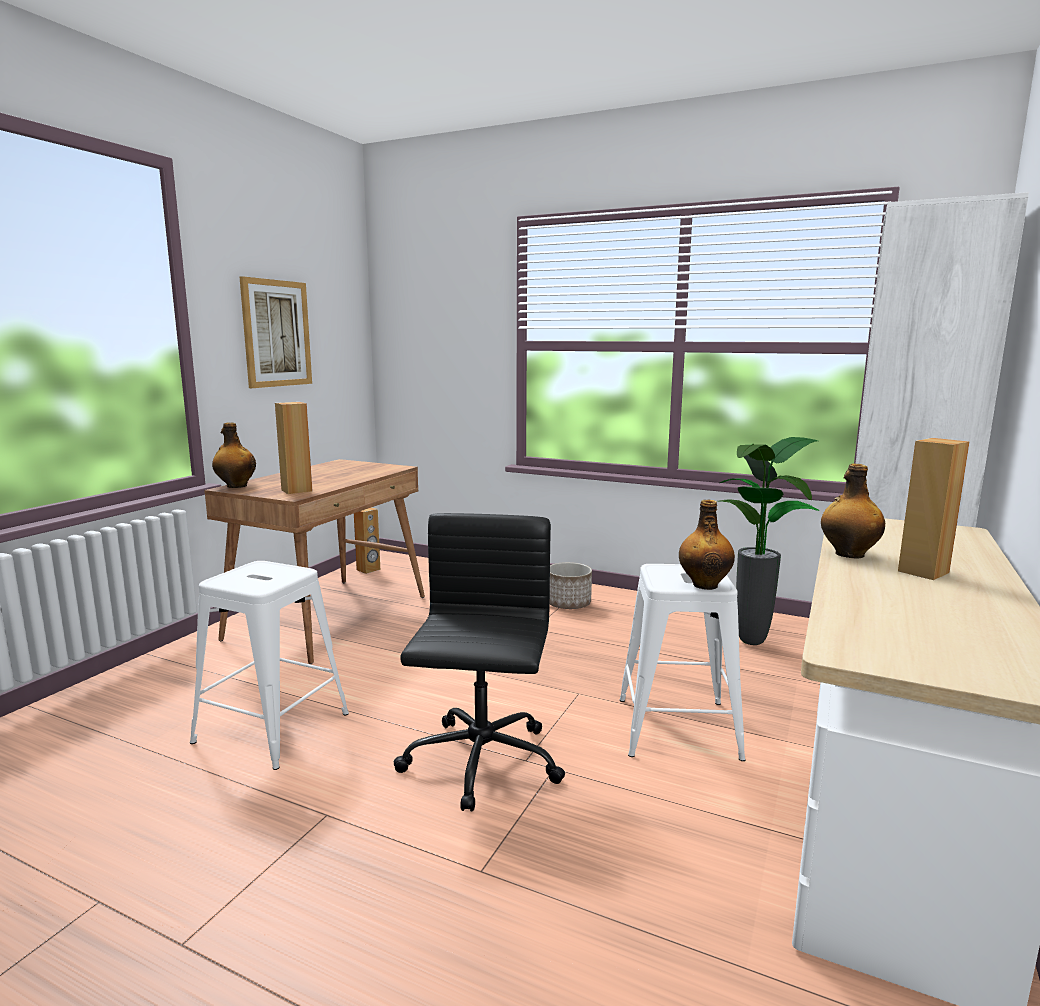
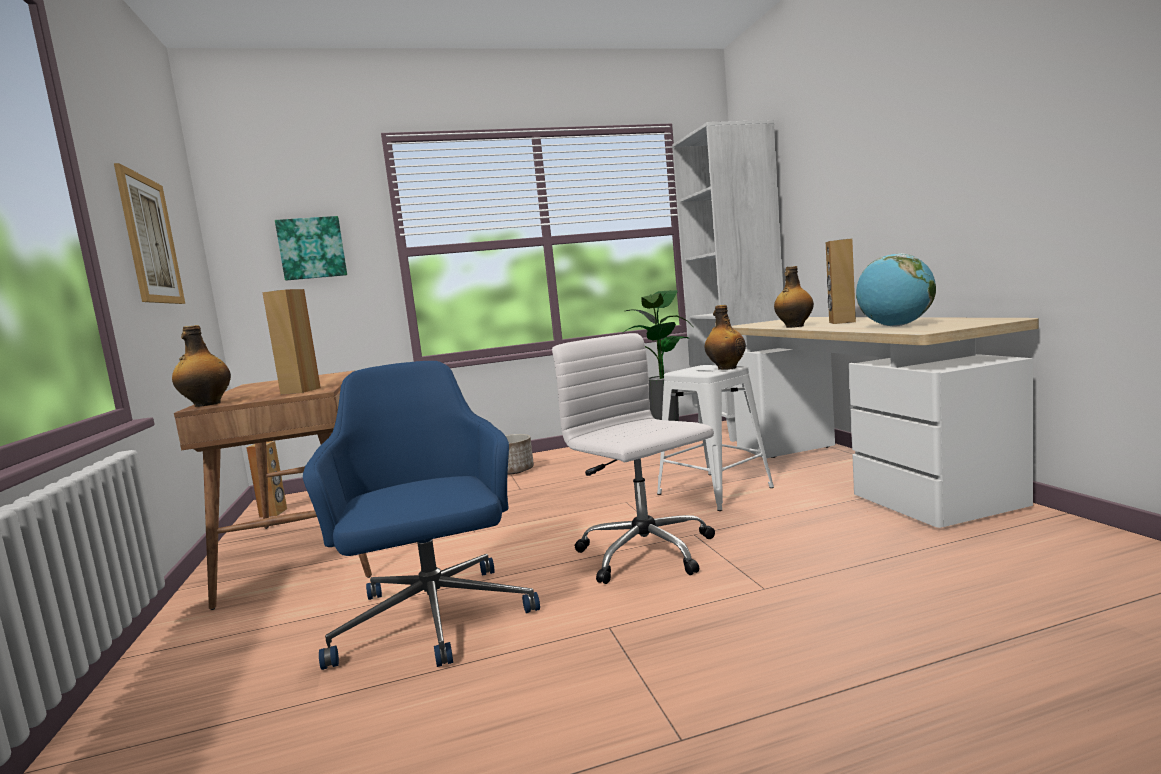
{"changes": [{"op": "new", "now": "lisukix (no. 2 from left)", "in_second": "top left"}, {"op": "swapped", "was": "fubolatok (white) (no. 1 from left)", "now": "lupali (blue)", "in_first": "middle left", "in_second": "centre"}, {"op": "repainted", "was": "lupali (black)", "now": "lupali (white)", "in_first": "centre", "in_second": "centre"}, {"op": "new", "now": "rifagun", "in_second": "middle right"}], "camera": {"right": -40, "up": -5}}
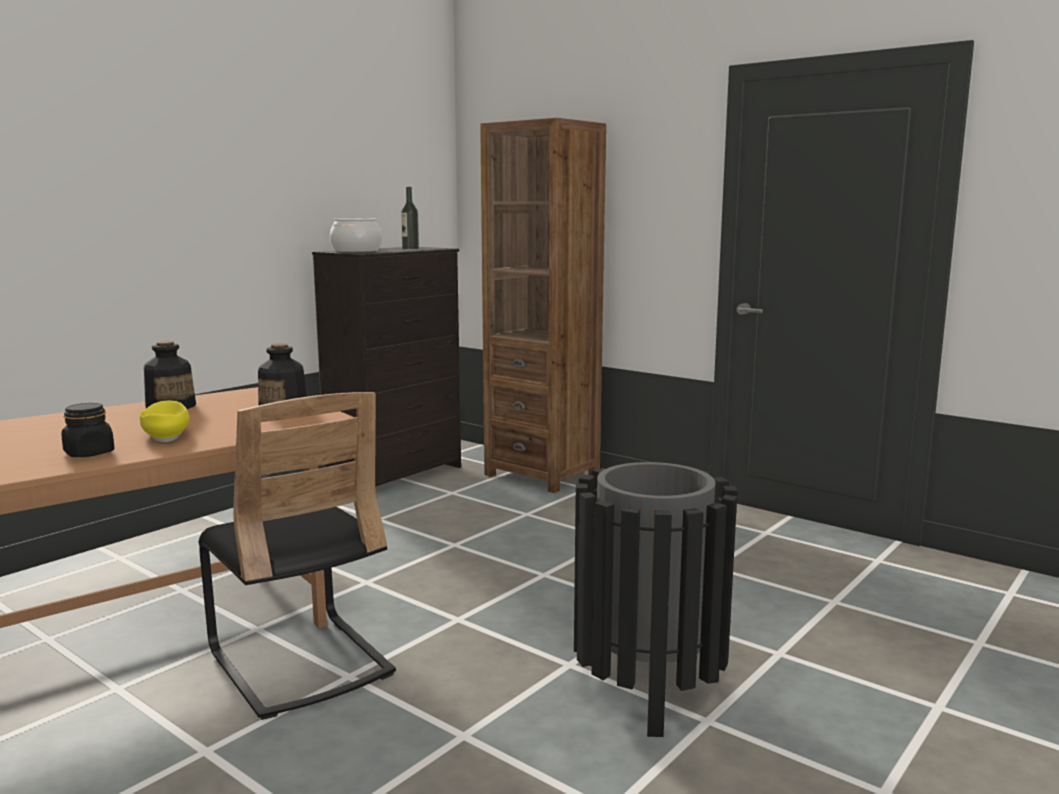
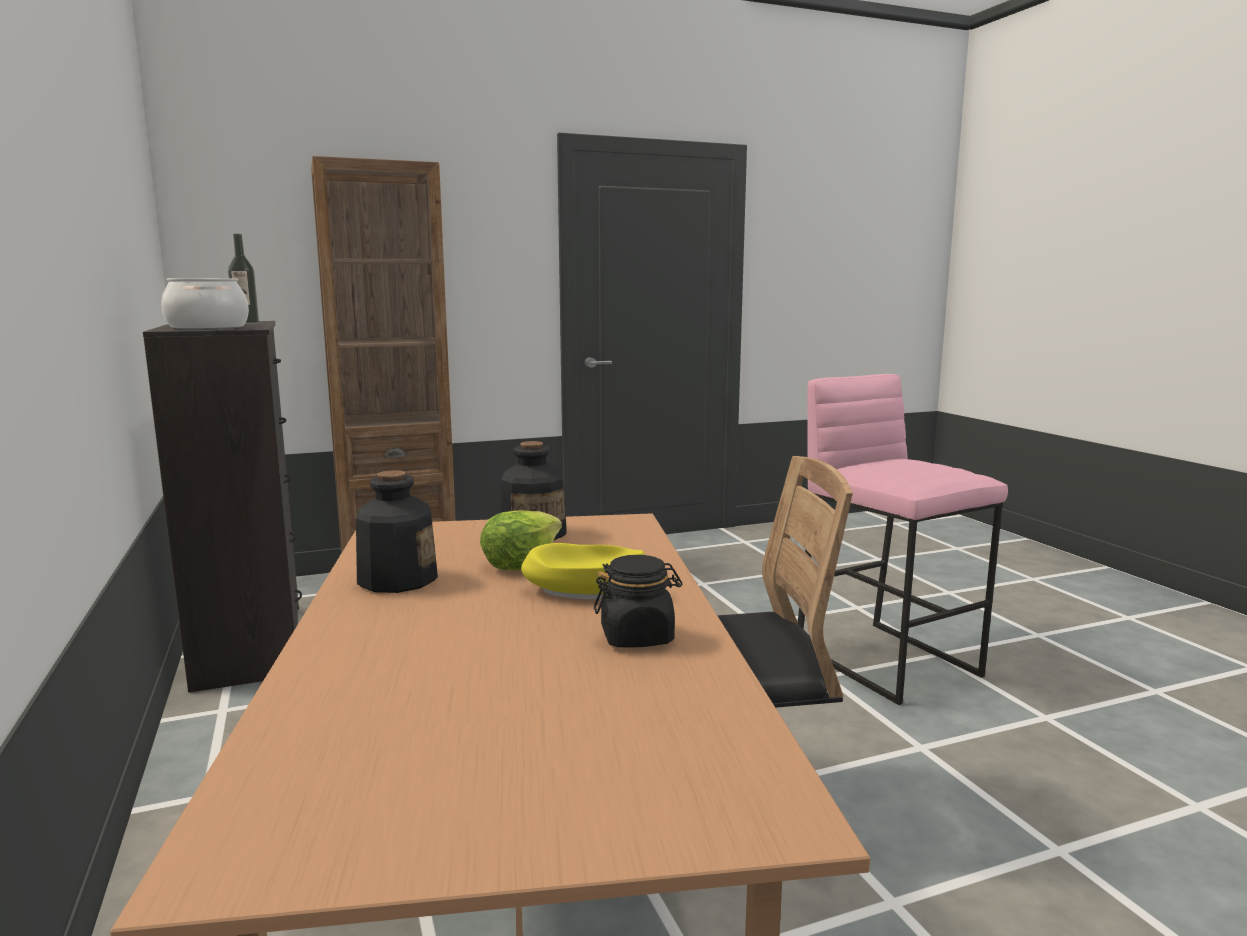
{"changes": [{"op": "new", "now": "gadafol", "in_second": "centre"}, {"op": "swapped", "was": "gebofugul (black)", "now": "fubolatok (pink)", "in_first": "bottom centre", "in_second": "middle right"}], "camera": {"right": -60, "up": 0}}
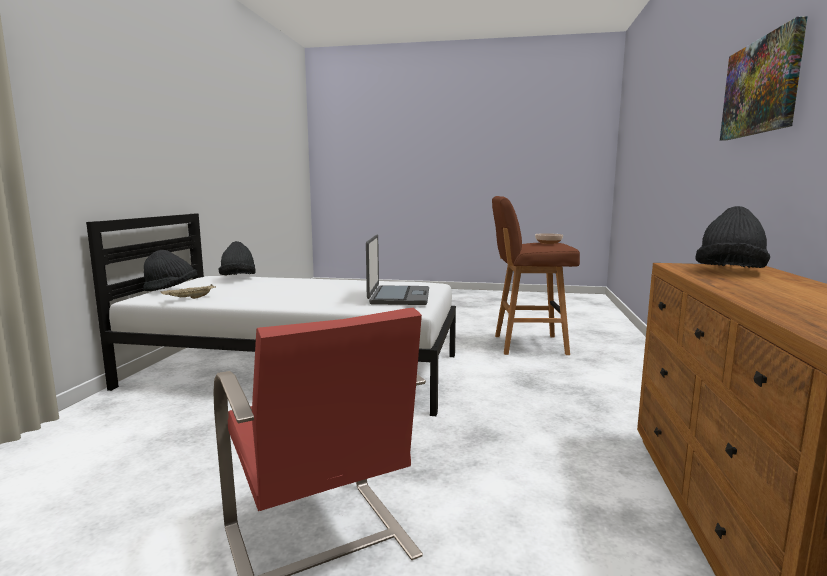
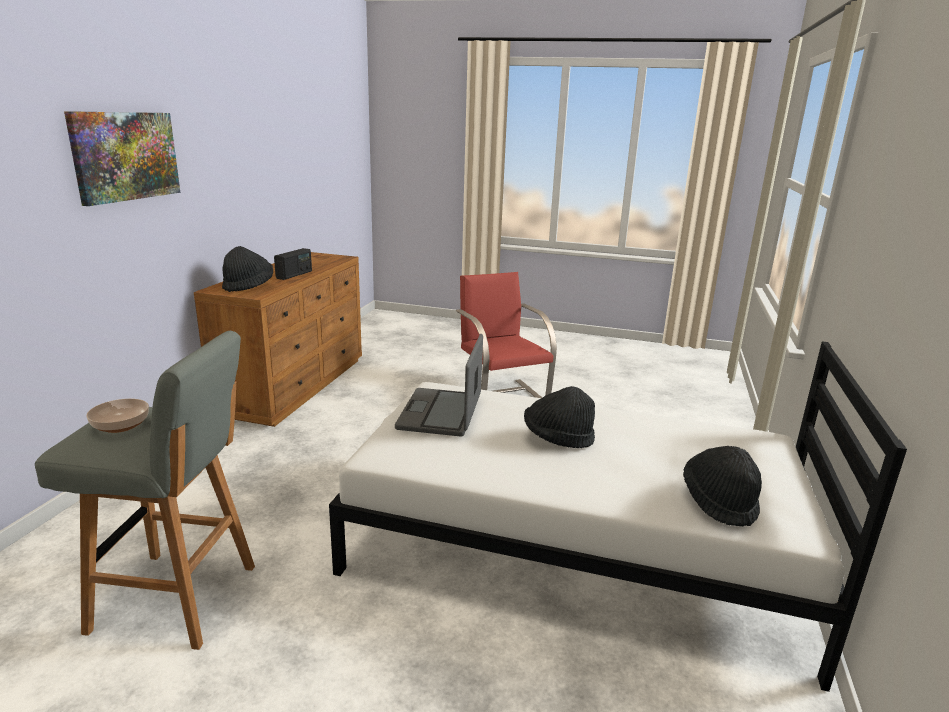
{"changes": [{"op": "repainted", "was": "fubolatok (brown)", "now": "fubolatok (grey)", "in_first": "centre", "in_second": "bottom left"}, {"op": "new", "now": "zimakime", "in_second": "middle left"}, {"op": "shifted", "was": "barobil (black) (no. 1 from left in the first image)", "now": "barobil (black) (no. 2 from left)", "in_first": "middle left", "in_second": "centre"}, {"op": "gone", "was": "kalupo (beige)", "in_first": "middle left"}], "camera": {"right": -175, "up": 10}}
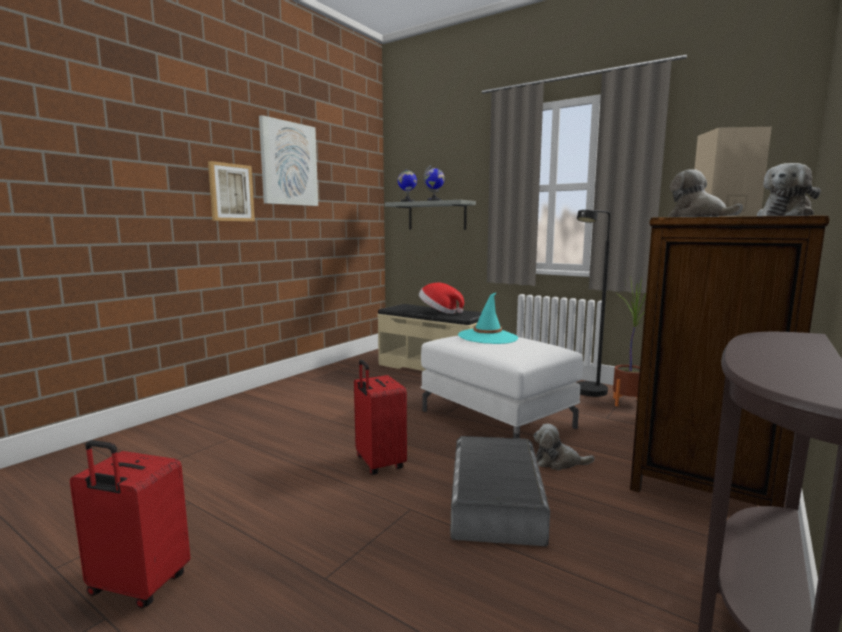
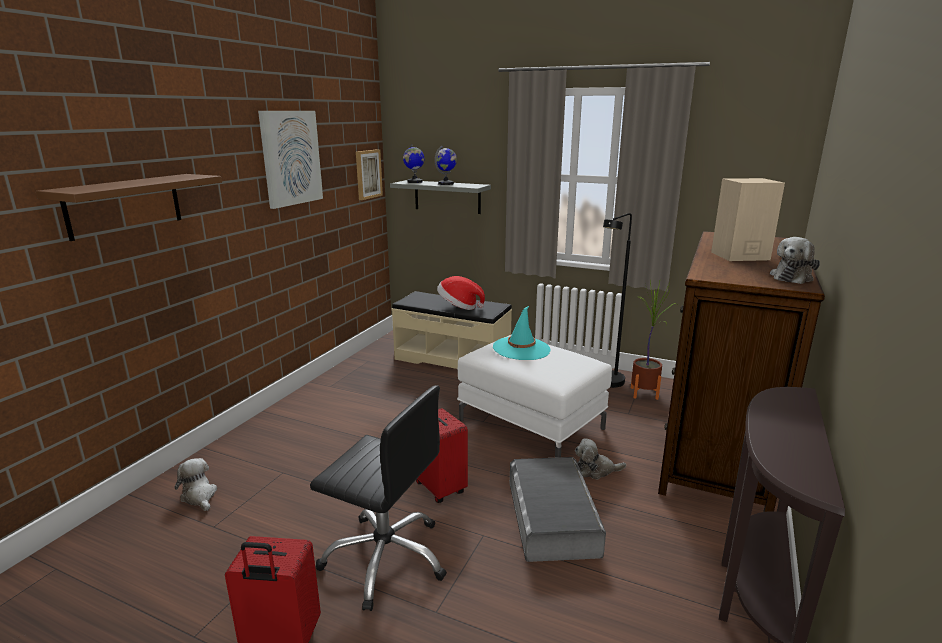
{"changes": [{"op": "new", "now": "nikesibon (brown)", "in_second": "top left"}, {"op": "shifted", "was": "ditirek (no. 2 from left in the first image)", "now": "ditirek (no. 1 from left)", "in_first": "top right", "in_second": "bottom left"}, {"op": "new", "now": "lupali (black)", "in_second": "bottom centre"}, {"op": "shifted", "was": "lisukix (no. 1 from left in the first image)", "now": "lisukix (no. 2 from left)", "in_first": "top left", "in_second": "top centre"}], "camera": {"right": -10, "up": 10}}
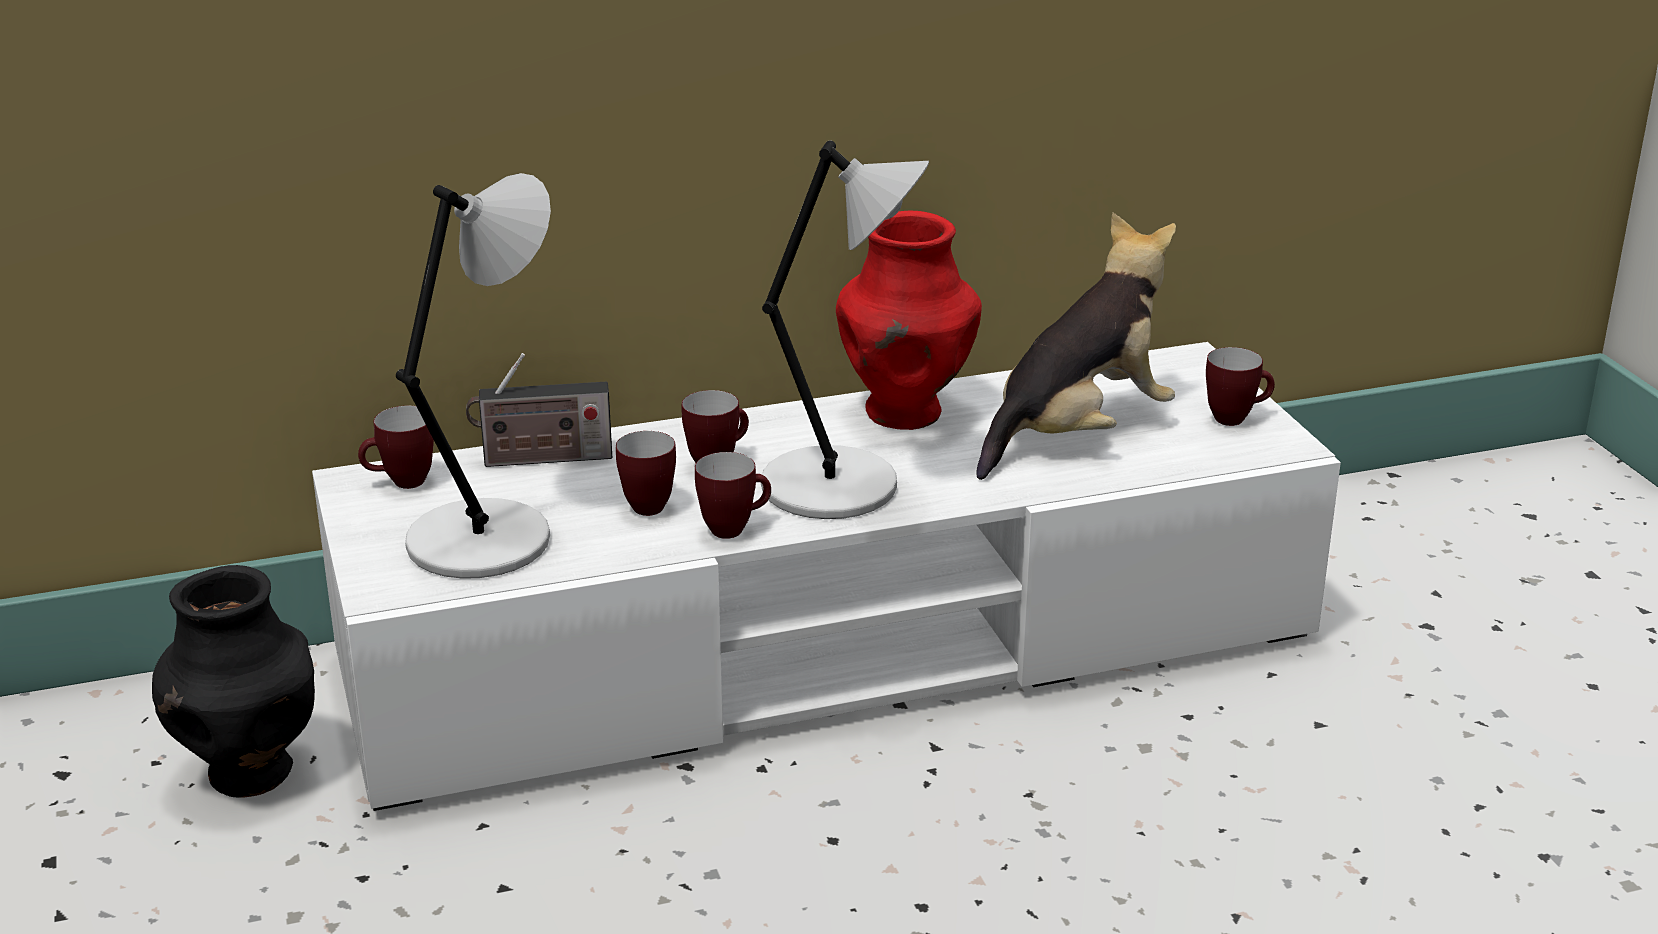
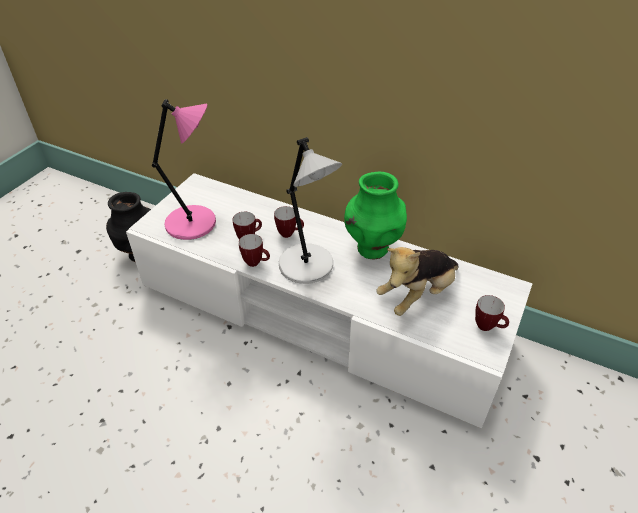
{"changes": [{"op": "repainted", "was": "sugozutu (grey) (no. 1 from left)", "now": "sugozutu (pink)", "in_first": "middle left", "in_second": "top left"}, {"op": "repainted", "was": "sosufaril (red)", "now": "sosufaril (green)", "in_first": "centre", "in_second": "centre"}, {"op": "rotated", "was": "ditirek", "in_first": "centre", "in_second": "centre", "clockwise": 135}, {"op": "gone", "was": "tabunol (no. 1 from left)", "in_first": "middle left"}, {"op": "gone", "was": "zimakime", "in_first": "middle left"}], "camera": {"right": 45, "up": 15}}
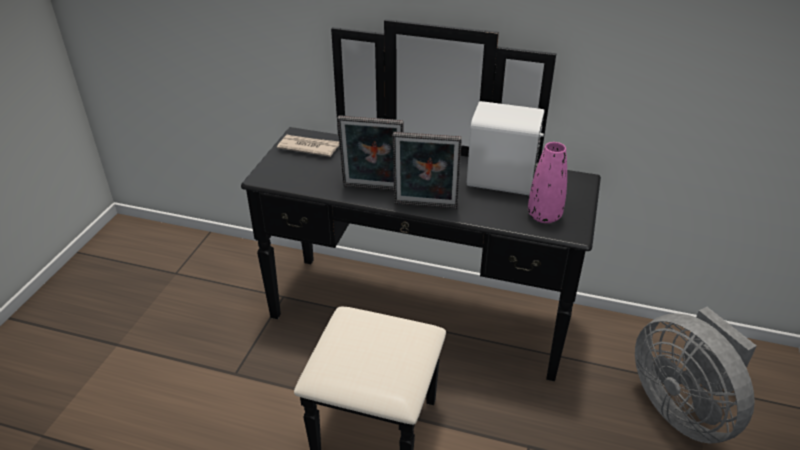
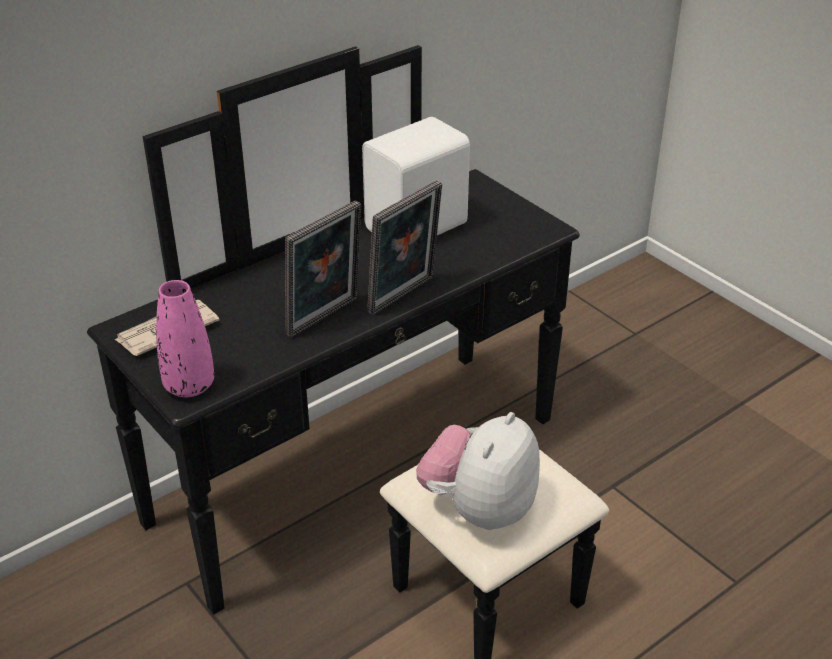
{"changes": [{"op": "shifted", "was": "sosufaril (pink)", "in_first": "middle right", "in_second": "middle left"}, {"op": "new", "now": "ditirek", "in_second": "bottom centre"}, {"op": "gone", "was": "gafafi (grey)", "in_first": "bottom right"}], "camera": {"right": -55, "up": 0}}
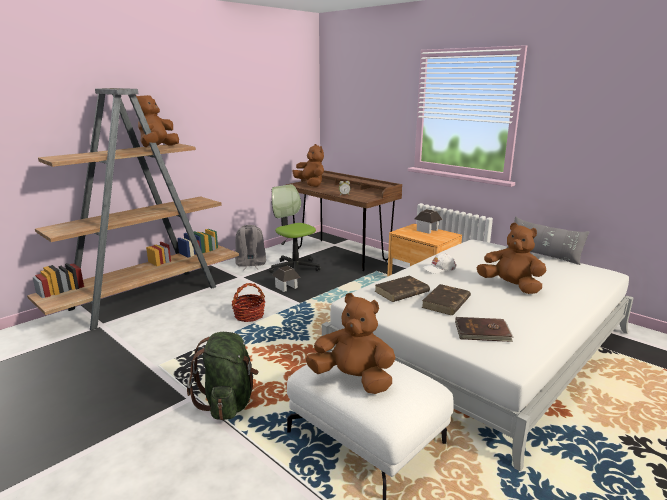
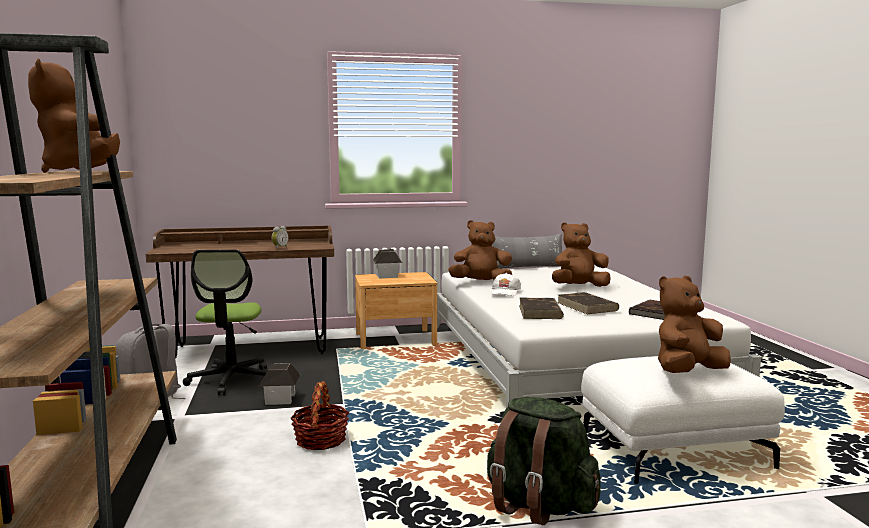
{"changes": [{"op": "rotated", "was": "lupali", "in_first": "centre", "in_second": "middle left", "clockwise": -90}, {"op": "shifted", "was": "ditirek (brown) (no. 2 from left)", "in_first": "top centre", "in_second": "centre"}], "camera": {"right": -55, "up": -10}}
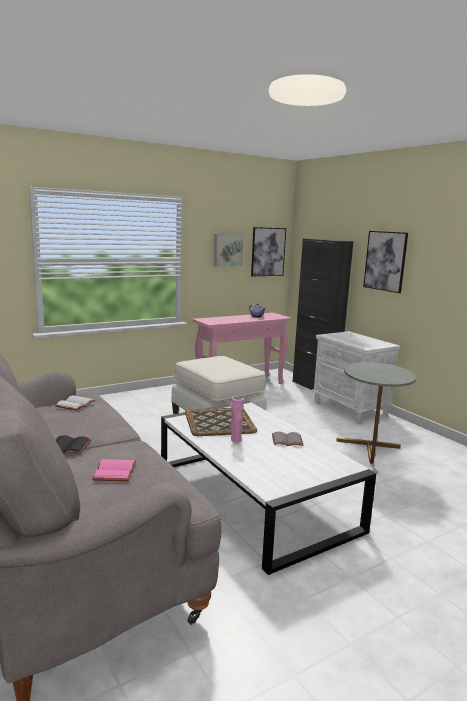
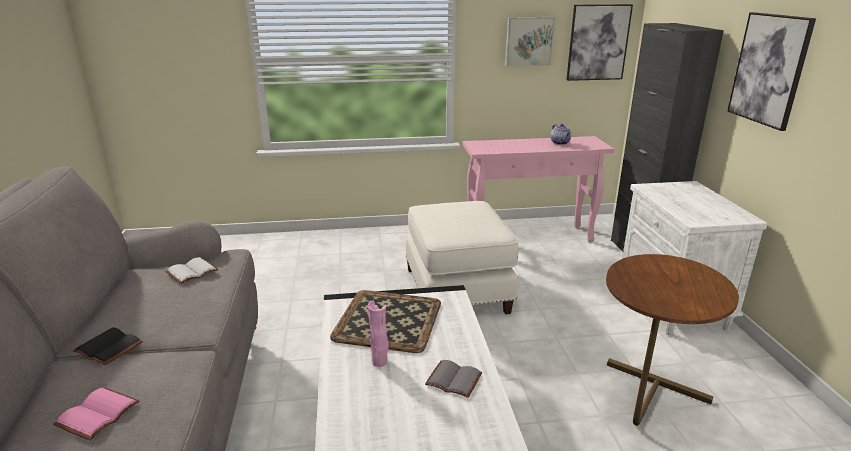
{"changes": [{"op": "repainted", "was": "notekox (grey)", "now": "notekox (brown)", "in_first": "middle right", "in_second": "bottom right"}], "camera": {"right": 25, "up": 10}}
